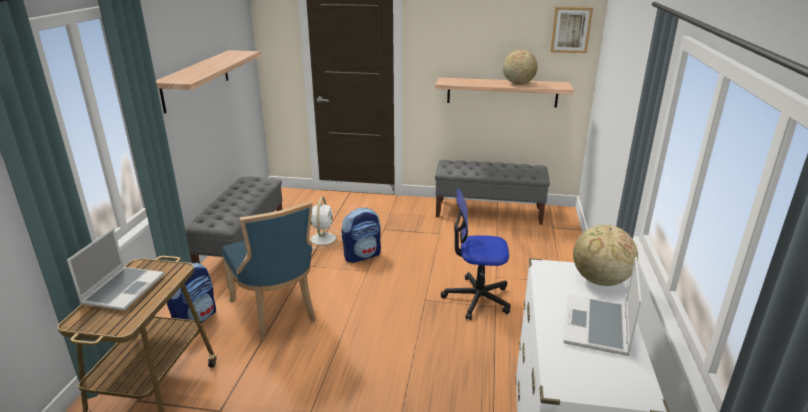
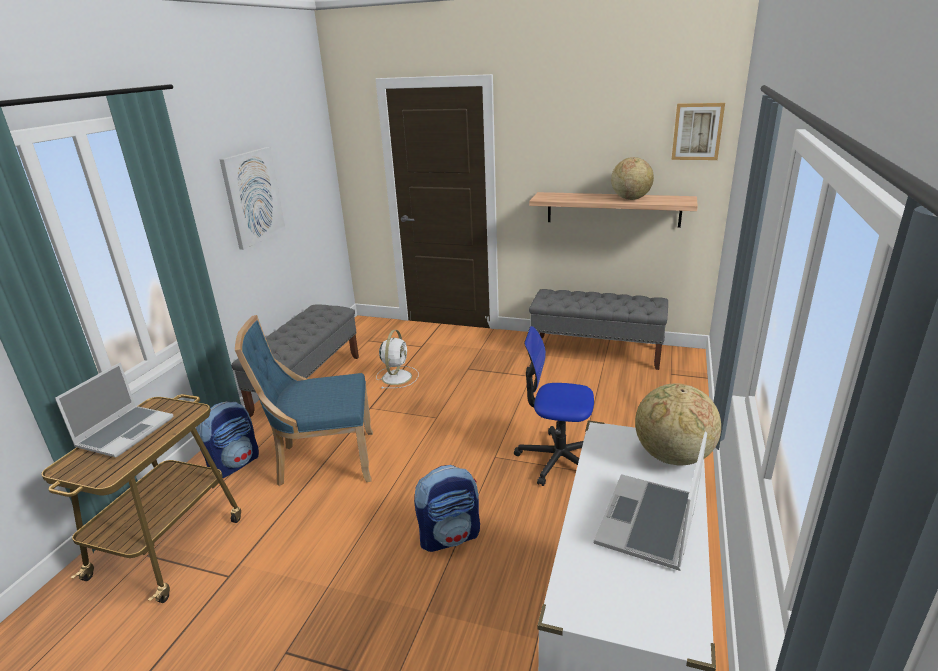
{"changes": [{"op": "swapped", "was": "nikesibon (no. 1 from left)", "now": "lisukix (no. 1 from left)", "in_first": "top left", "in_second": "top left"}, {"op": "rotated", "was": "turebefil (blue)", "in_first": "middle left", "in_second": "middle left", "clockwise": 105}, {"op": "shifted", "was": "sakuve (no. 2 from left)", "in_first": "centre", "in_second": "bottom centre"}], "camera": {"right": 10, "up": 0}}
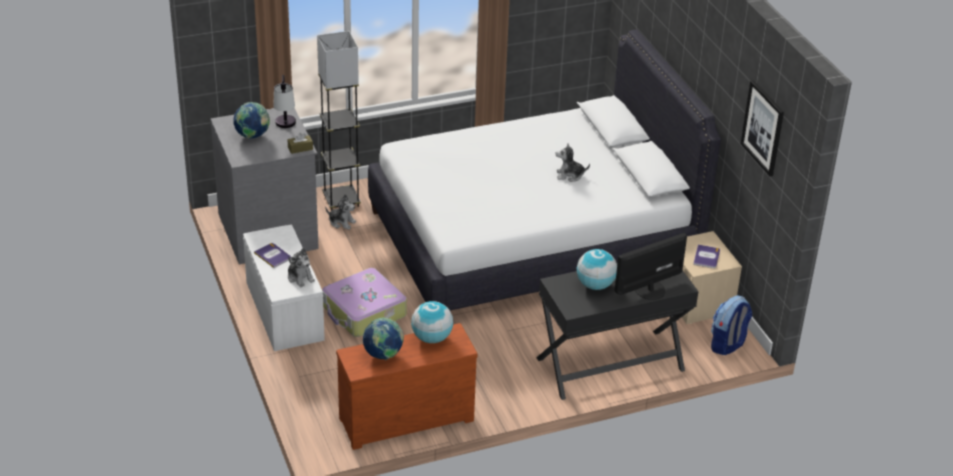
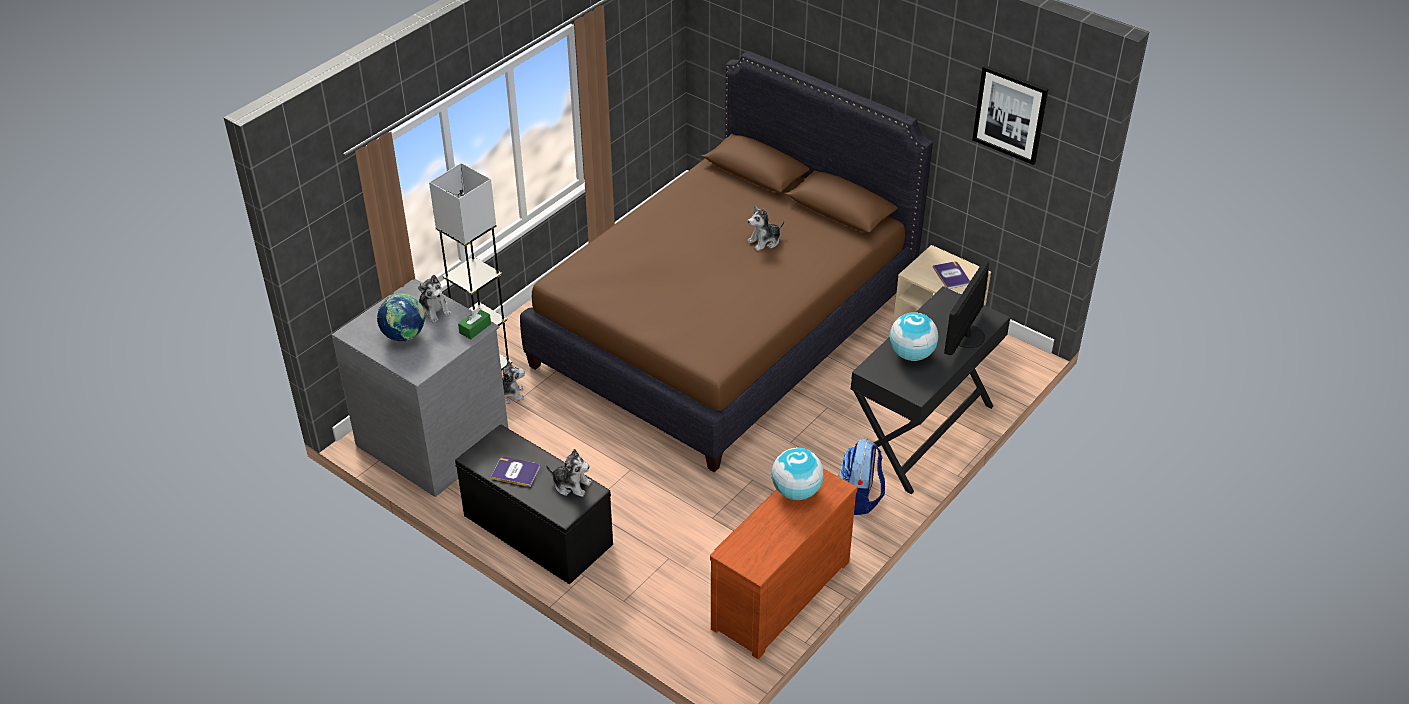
{"changes": [{"op": "swapped", "was": "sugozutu", "now": "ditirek (no. 1 from left)", "in_first": "top left", "in_second": "middle left"}, {"op": "repainted", "was": "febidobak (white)", "now": "febidobak (black)", "in_first": "middle left", "in_second": "bottom centre"}, {"op": "repainted", "was": "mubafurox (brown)", "now": "mubafurox (green)", "in_first": "top left", "in_second": "centre"}, {"op": "repainted", "was": "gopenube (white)", "now": "gopenube (brown)", "in_first": "centre", "in_second": "centre"}, {"op": "shifted", "was": "sakuve", "in_first": "bottom right", "in_second": "bottom centre"}, {"op": "gone", "was": "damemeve", "in_first": "centre"}, {"op": "gone", "was": "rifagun (no. 2 from left)", "in_first": "bottom centre"}], "camera": {"right": -30, "up": 5}}
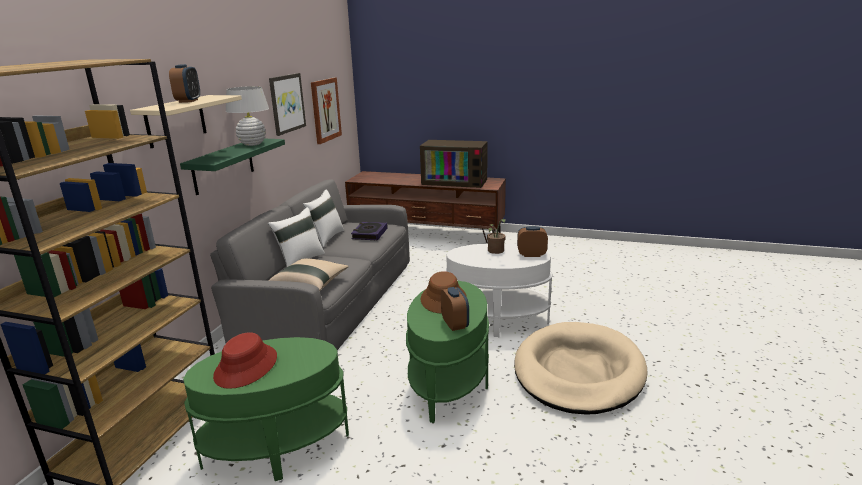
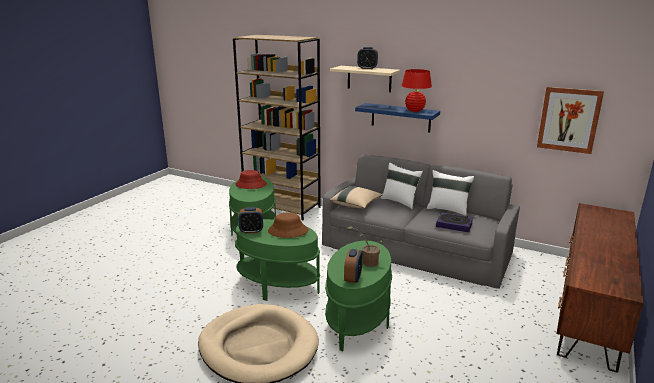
{"changes": [{"op": "repainted", "was": "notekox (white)", "now": "notekox (green) (no. 3 from left)", "in_first": "centre", "in_second": "bottom centre"}, {"op": "repainted", "was": "nikesibon (green)", "now": "nikesibon (blue)", "in_first": "middle left", "in_second": "top centre"}, {"op": "repainted", "was": "sugozutu (white)", "now": "sugozutu (red)", "in_first": "top left", "in_second": "top centre"}, {"op": "gone", "was": "lisukix (no. 1 from left)", "in_first": "top left"}, {"op": "gone", "was": "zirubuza", "in_first": "centre"}], "camera": {"right": 100, "up": 0}}
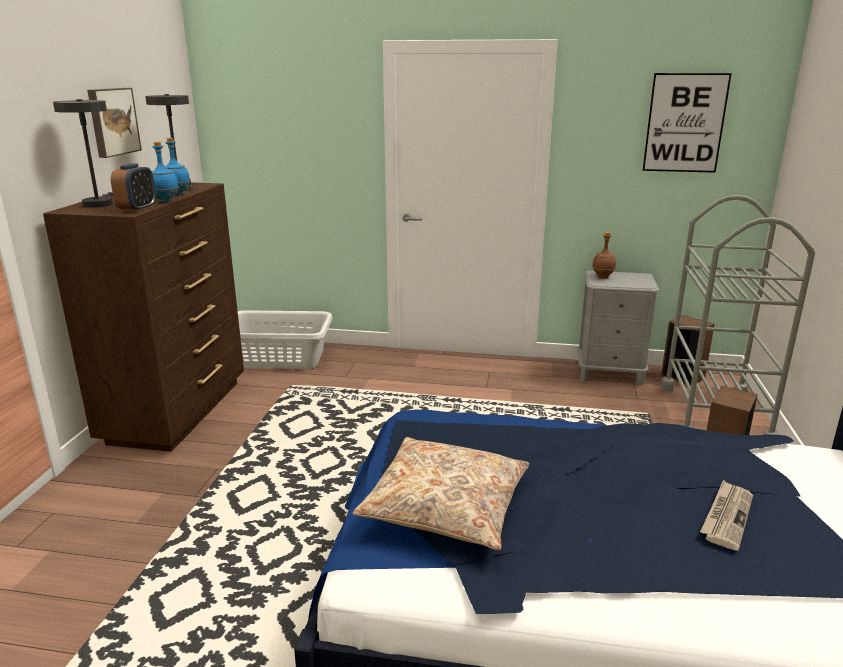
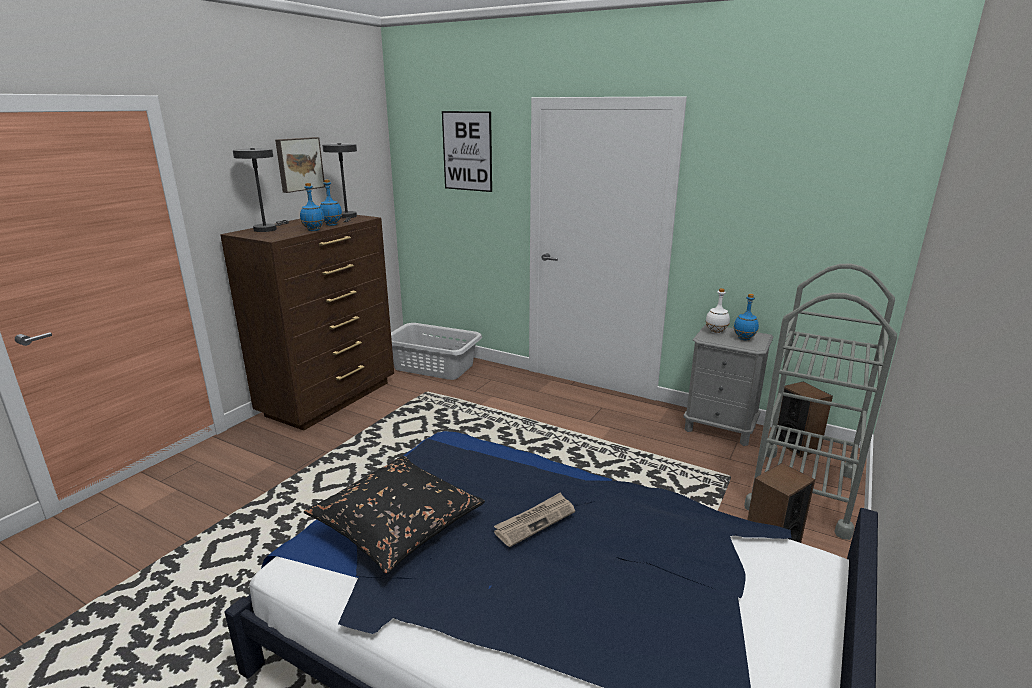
{"changes": [{"op": "repainted", "was": "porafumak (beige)", "now": "porafumak (black)", "in_first": "bottom centre", "in_second": "bottom centre"}, {"op": "shifted", "was": "lisukix (no. 2 from left)", "in_first": "top right", "in_second": "top centre"}, {"op": "shifted", "was": "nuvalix", "in_first": "bottom right", "in_second": "bottom centre"}, {"op": "repainted", "was": "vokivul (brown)", "now": "vokivul (white)", "in_first": "middle right", "in_second": "middle right"}, {"op": "new", "now": "vokivul (blue) (no. 3 from left)", "in_second": "middle right"}, {"op": "gone", "was": "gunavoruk", "in_first": "top left"}], "camera": {"right": 20, "up": 0}}
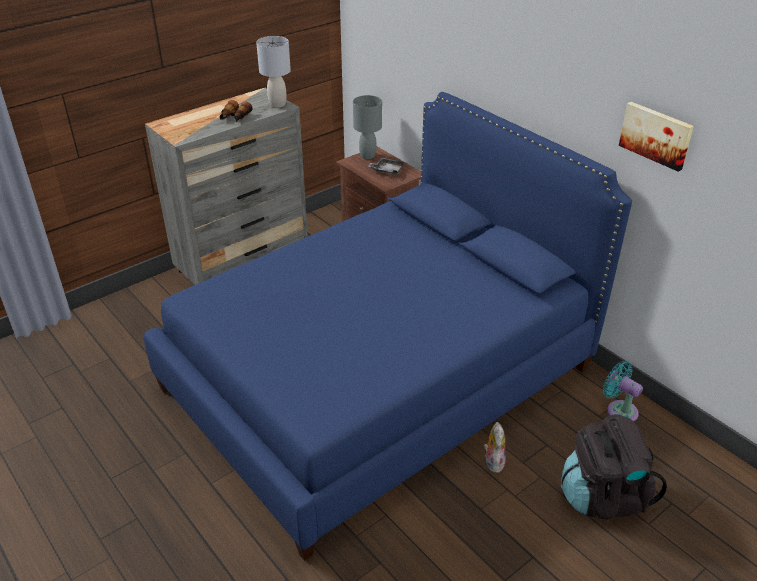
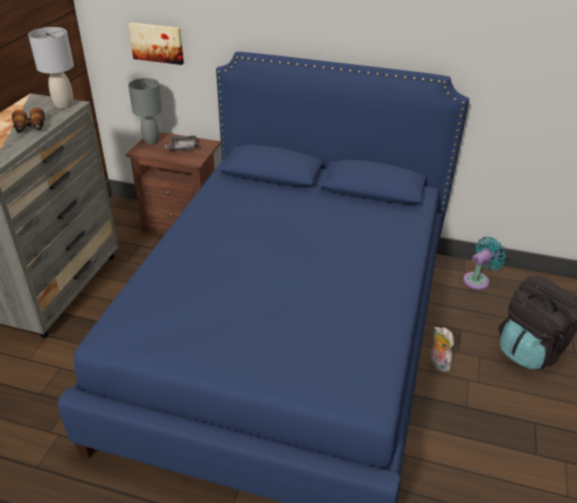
{"changes": [{"op": "shifted", "was": "lisukix", "in_first": "top right", "in_second": "top left"}, {"op": "rotated", "was": "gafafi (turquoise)", "in_first": "bottom right", "in_second": "middle right", "clockwise": 135}], "camera": {"right": -35, "up": 0}}
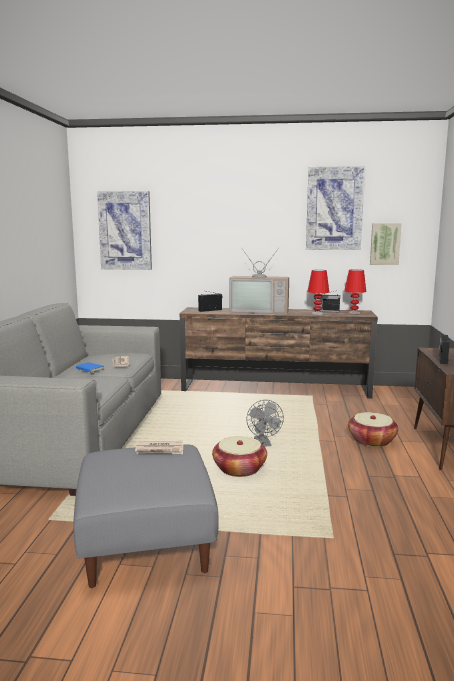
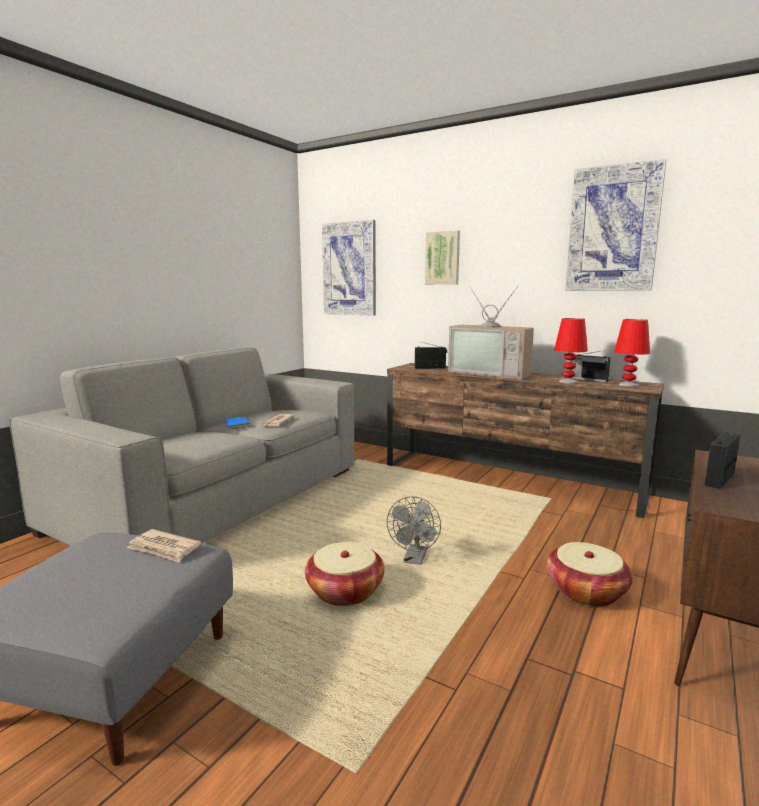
{"changes": [{"op": "shifted", "was": "lisukix (no. 3 from left in the first image)", "now": "lisukix (no. 2 from left)", "in_first": "middle right", "in_second": "top centre"}], "camera": {"right": 25, "up": 0}}
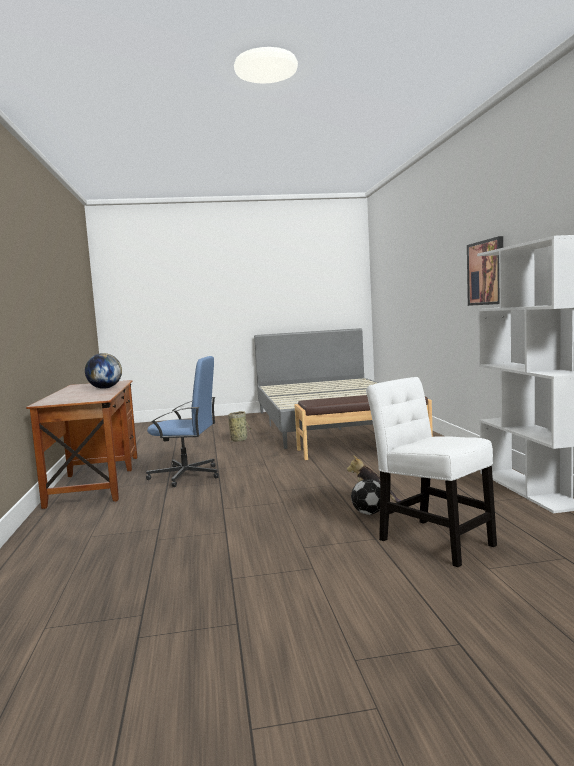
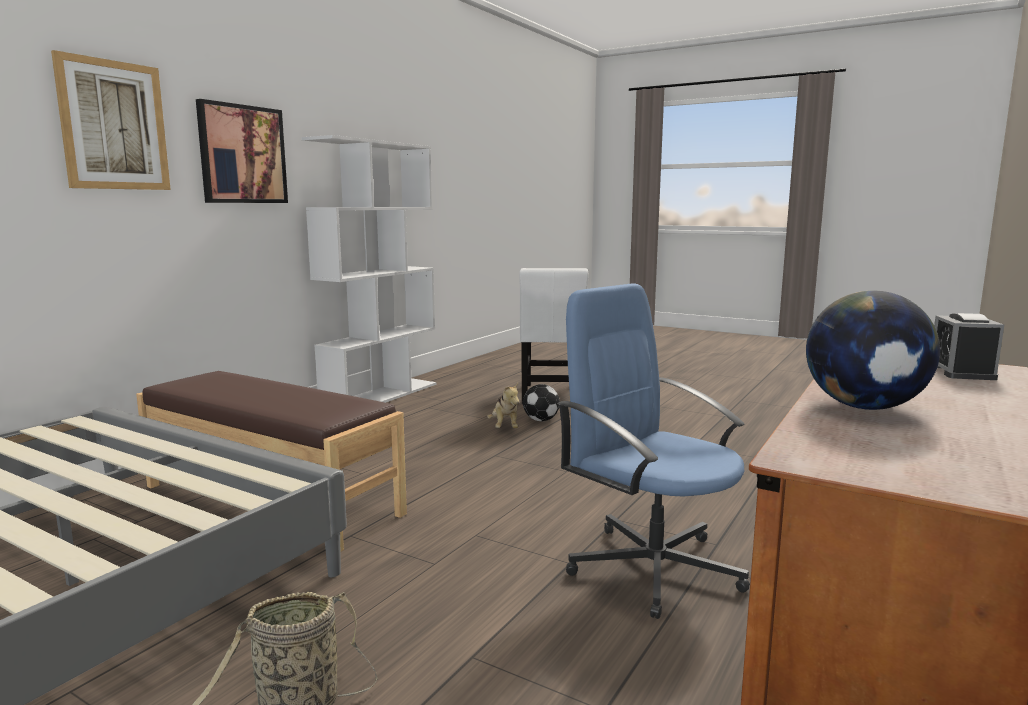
{"changes": [{"op": "new", "now": "lisukix (no. 1 from left)", "in_second": "top left"}, {"op": "new", "now": "gunavoruk", "in_second": "middle right"}], "camera": {"right": -140, "up": 5}}
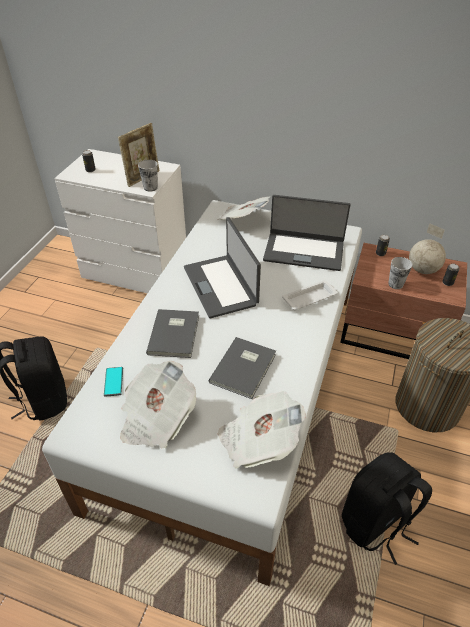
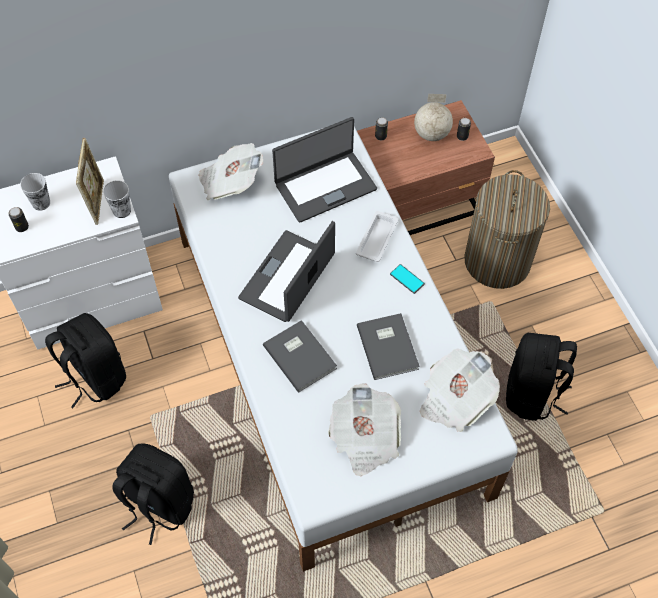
{"changes": [{"op": "shifted", "was": "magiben (no. 2 from left in the first image)", "now": "magiben (no. 1 from left)", "in_first": "middle right", "in_second": "top left"}, {"op": "new", "now": "sakuve (black) (no. 1 from left)", "in_second": "middle left"}, {"op": "rotated", "was": "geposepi (no. 1 from left)", "in_first": "centre", "in_second": "centre", "clockwise": 90}, {"op": "shifted", "was": "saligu", "in_first": "middle left", "in_second": "centre"}], "camera": {"right": -40, "up": 15}}
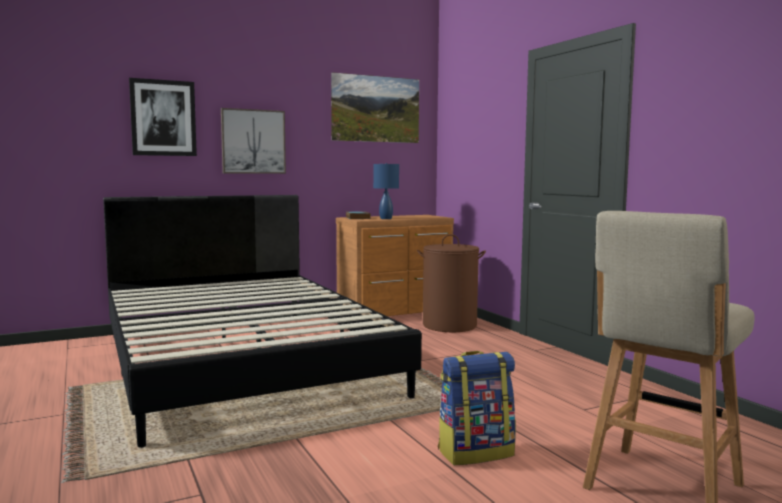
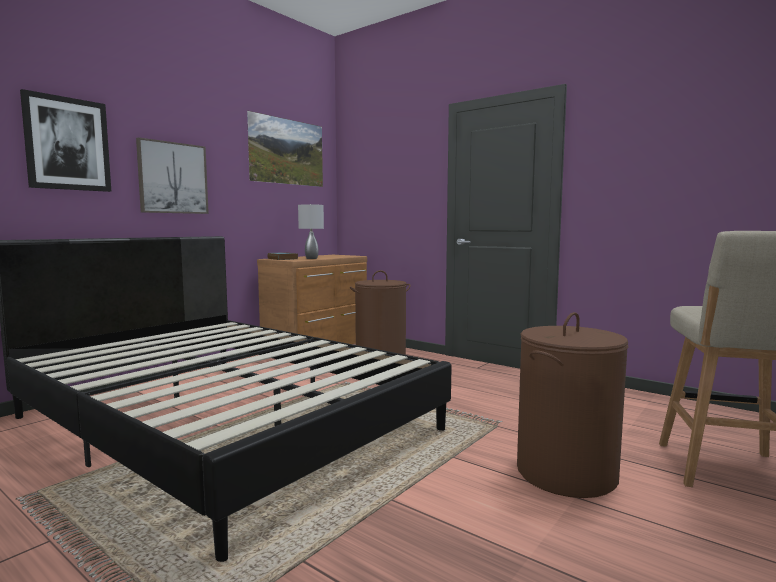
{"changes": [{"op": "repainted", "was": "sugozutu (blue)", "now": "sugozutu (grey)", "in_first": "centre", "in_second": "centre"}, {"op": "swapped", "was": "sakuve", "now": "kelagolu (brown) (no. 2 from left)", "in_first": "bottom centre", "in_second": "bottom right"}], "camera": {"right": -25, "up": 0}}
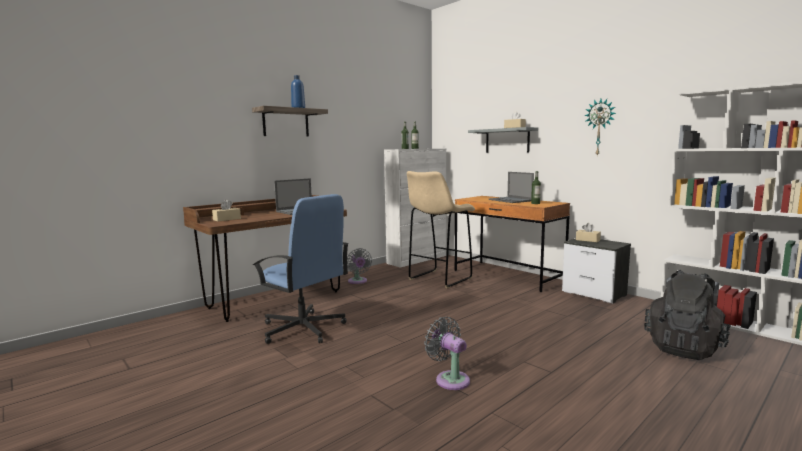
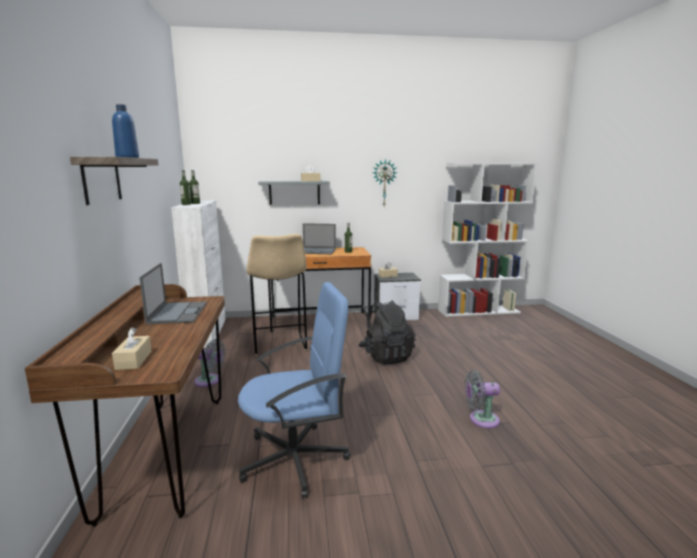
{"changes": [{"op": "shifted", "was": "sakuve (black)", "in_first": "bottom right", "in_second": "centre"}], "camera": {"right": -55, "up": 5}}
